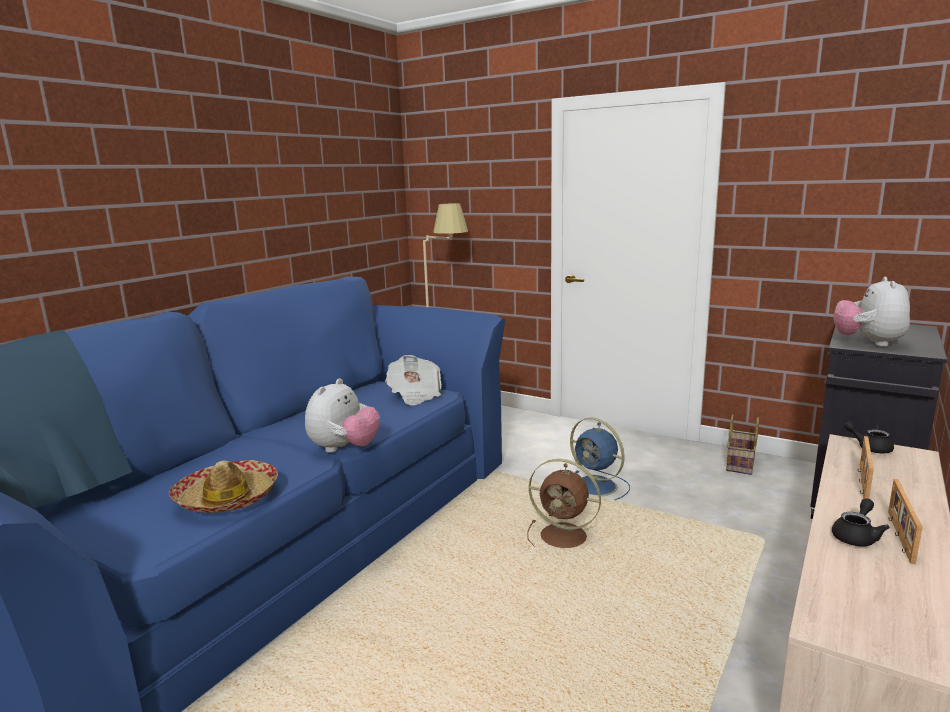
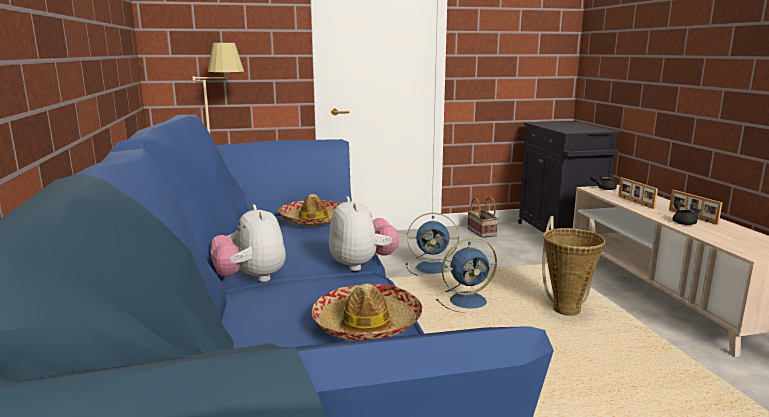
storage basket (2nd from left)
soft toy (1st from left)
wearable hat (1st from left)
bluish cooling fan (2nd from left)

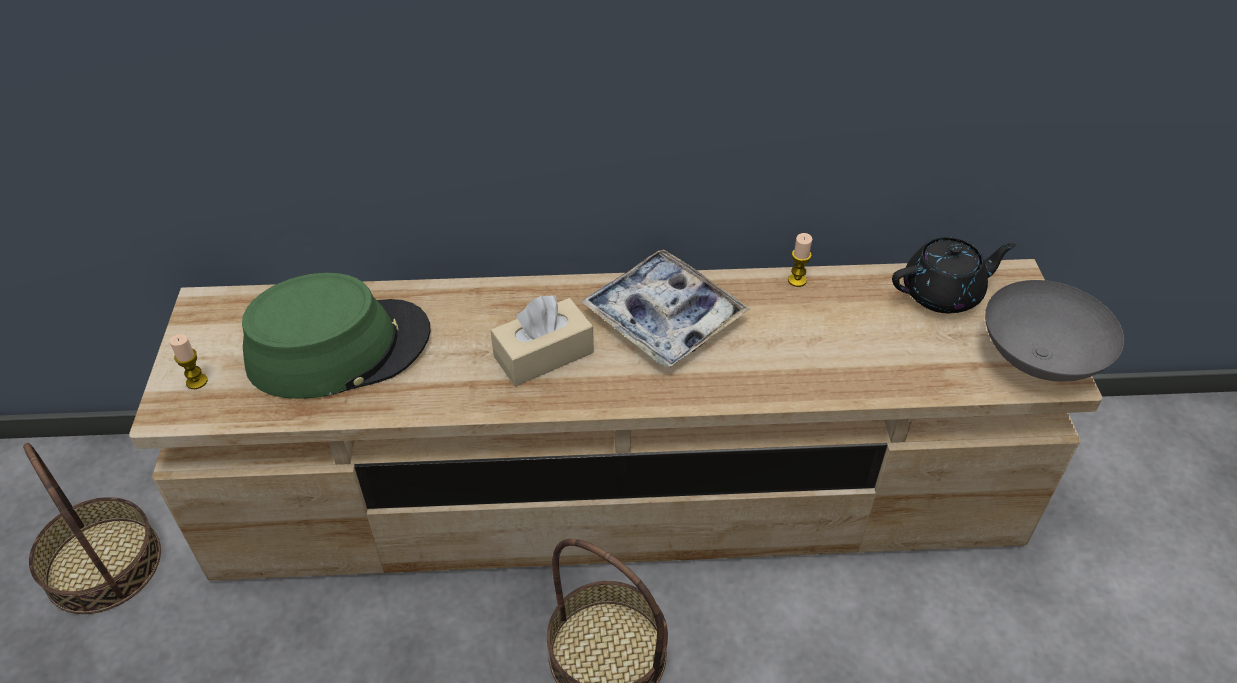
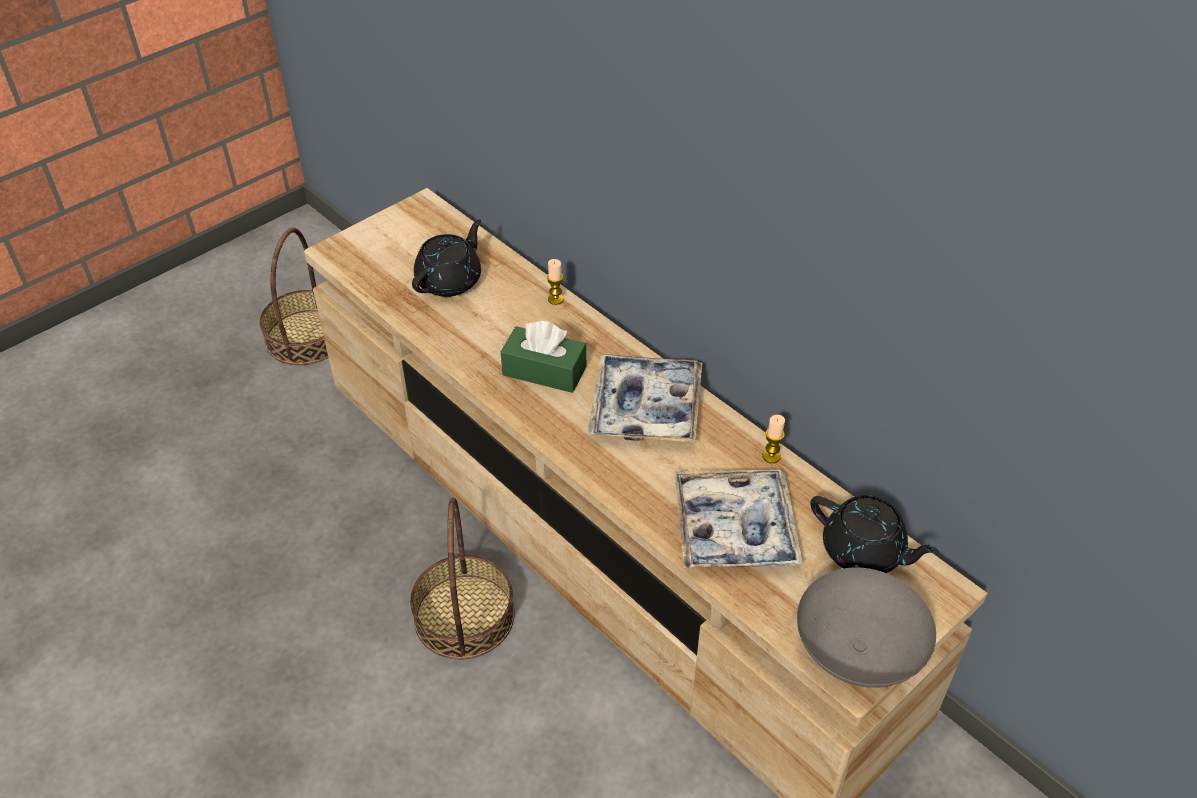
tray (2nd from left)
wax candle (1st from left)
blackish pot for tea (1st from left)
green-coloured tissue holder

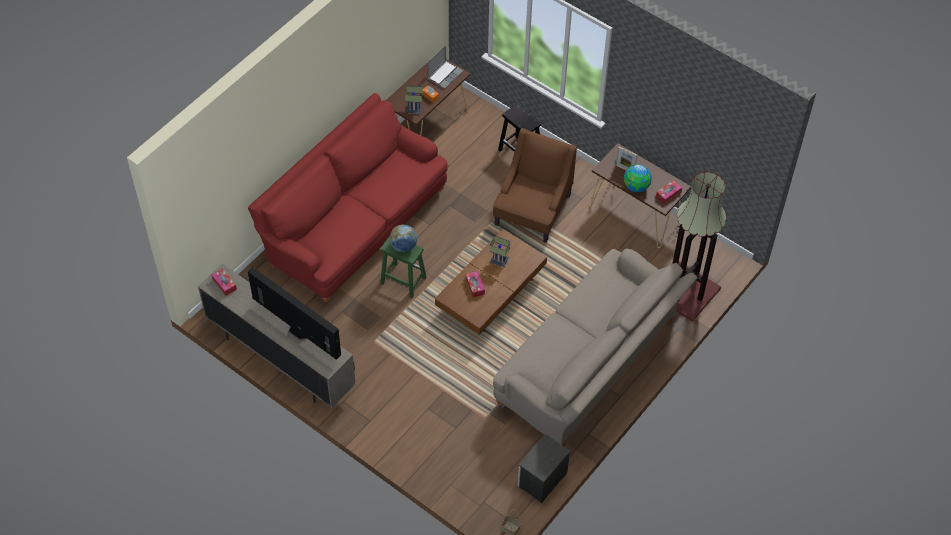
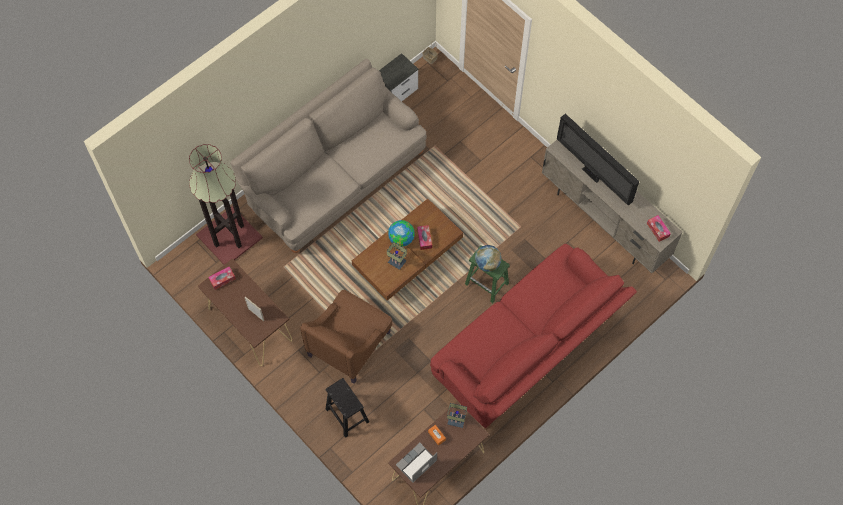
world globe (1st from left)

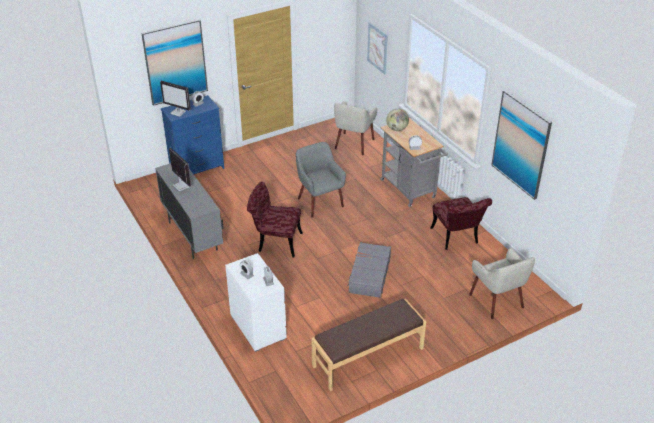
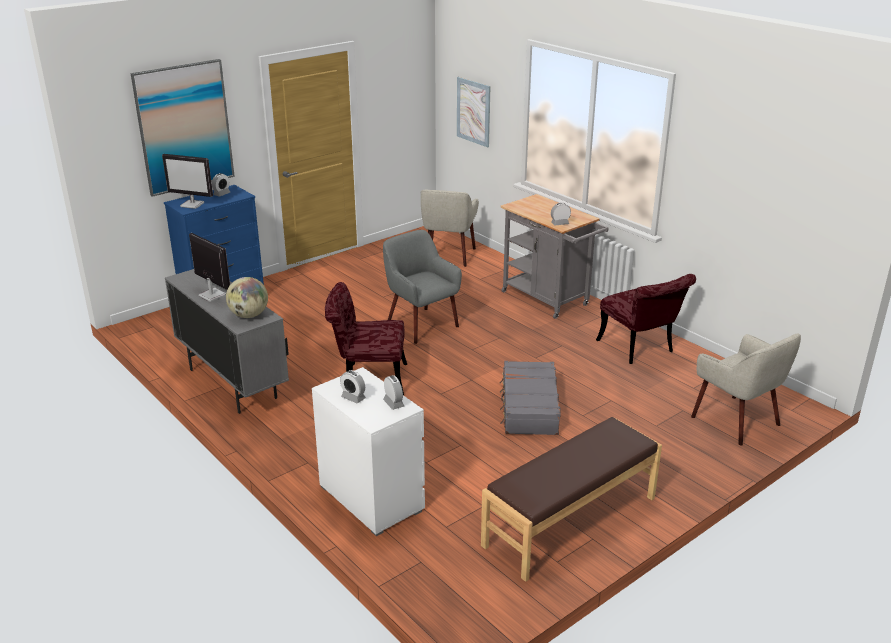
wall picture (3rd from left in the first image)
world globe

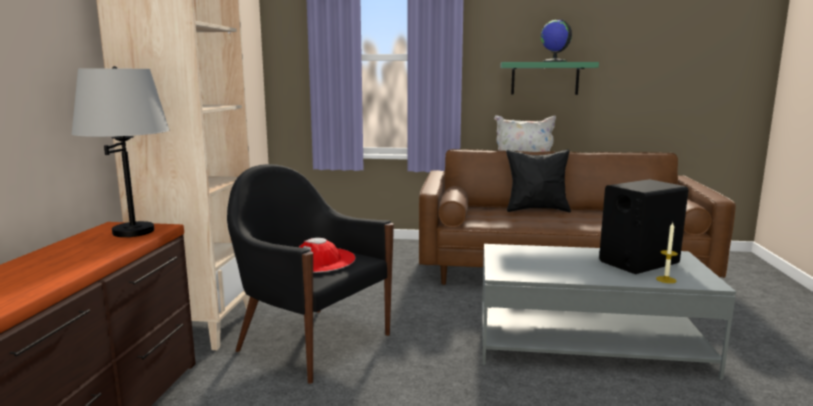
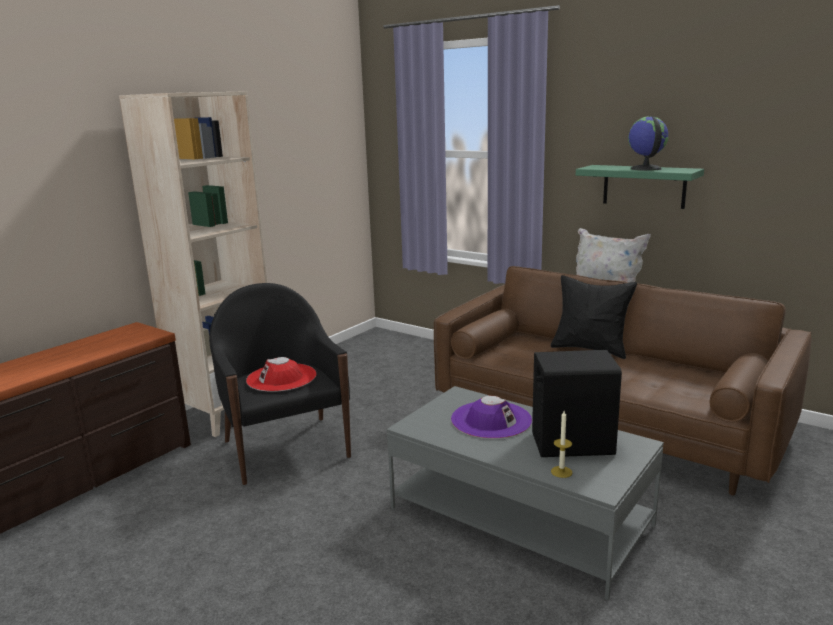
gray table lamp
purple-coloured wearable hat

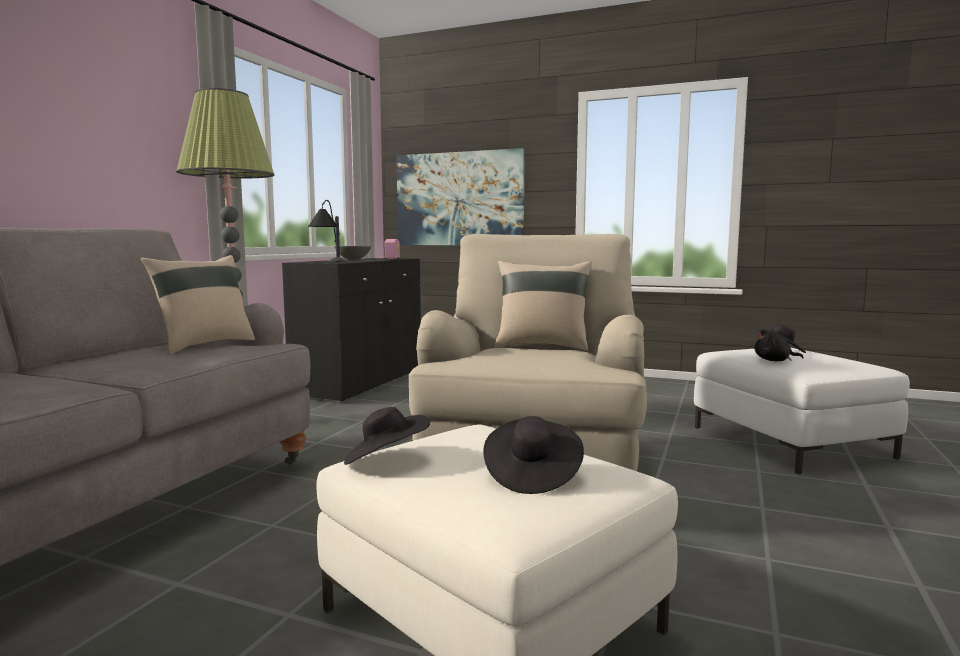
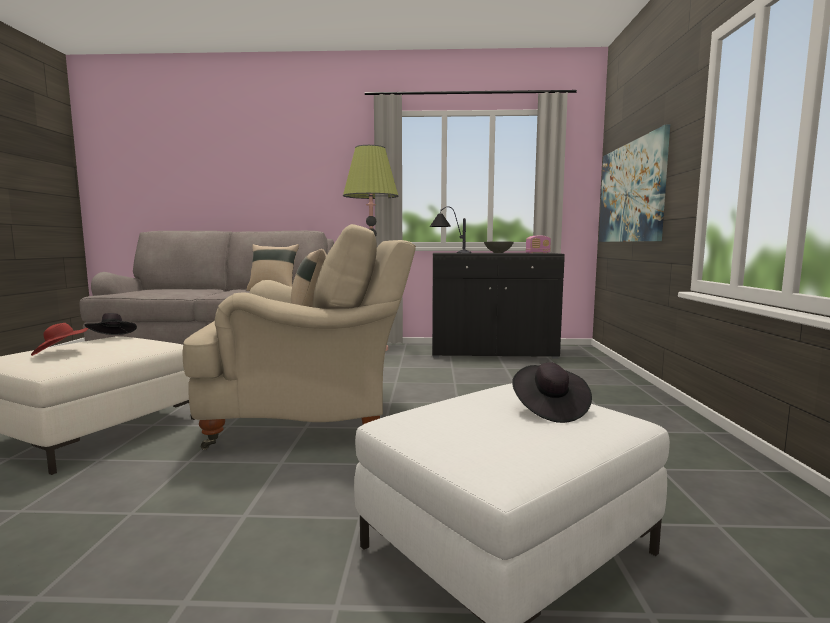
blackish soft toy
reddish wearable hat

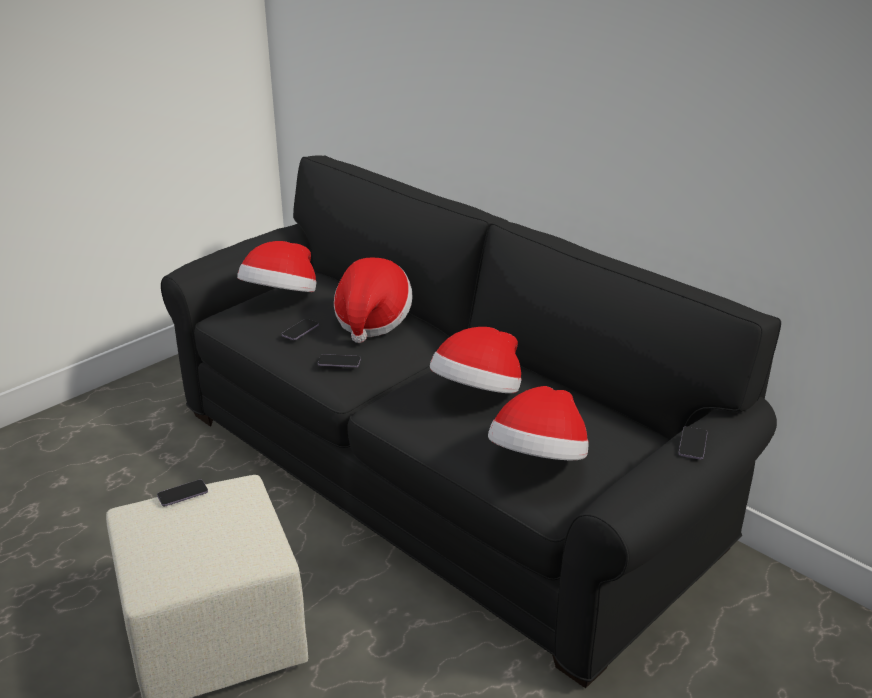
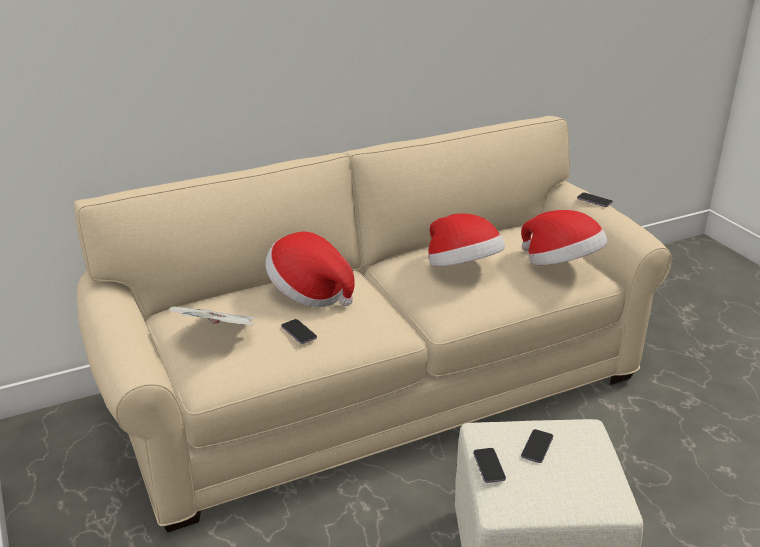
telephone (3rd from left)
daily paper
beige-coloured couch

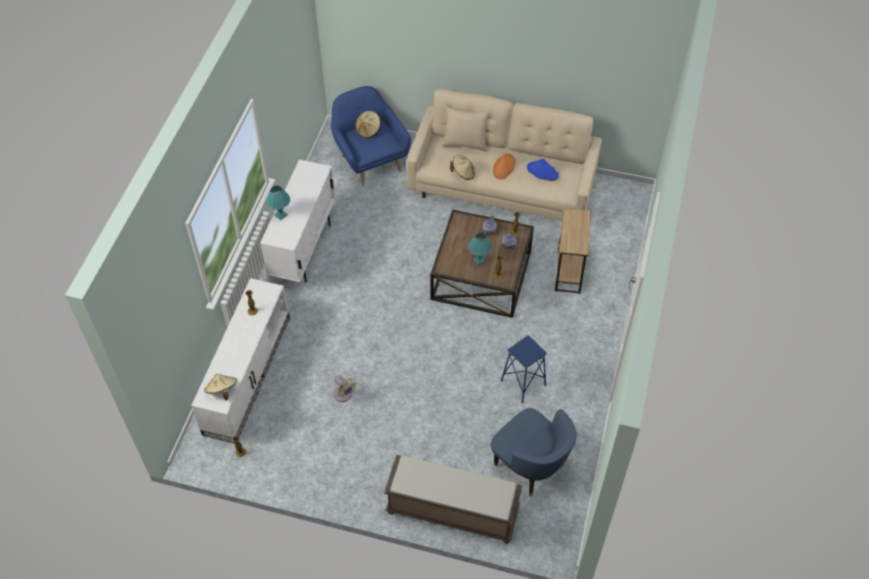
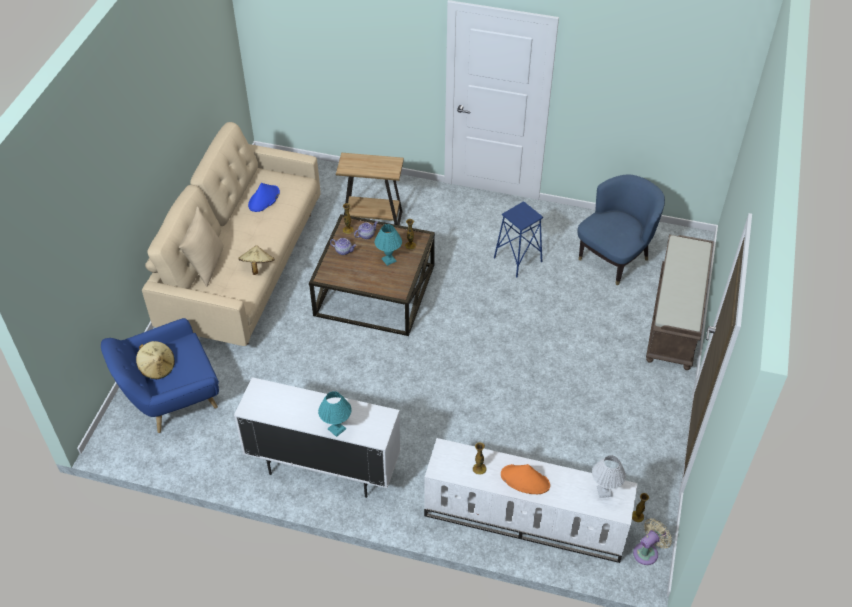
beige-coloured cooling fan
orange wearable hat
white-coloured table lamp

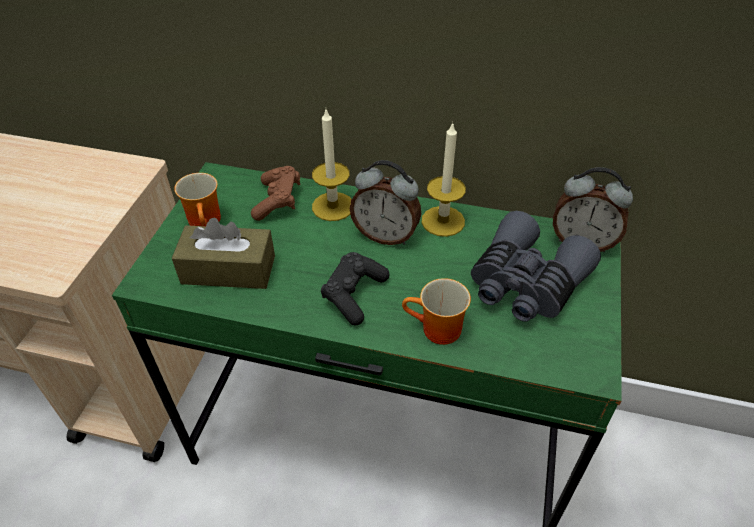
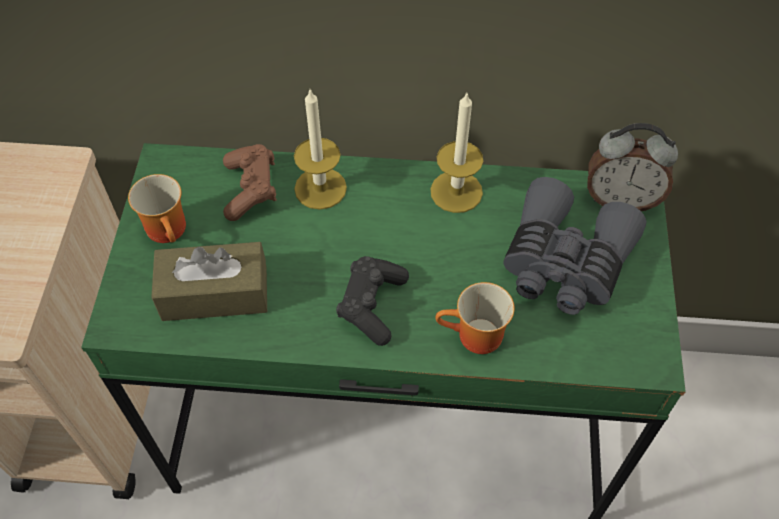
table clock (1st from left in the first image)

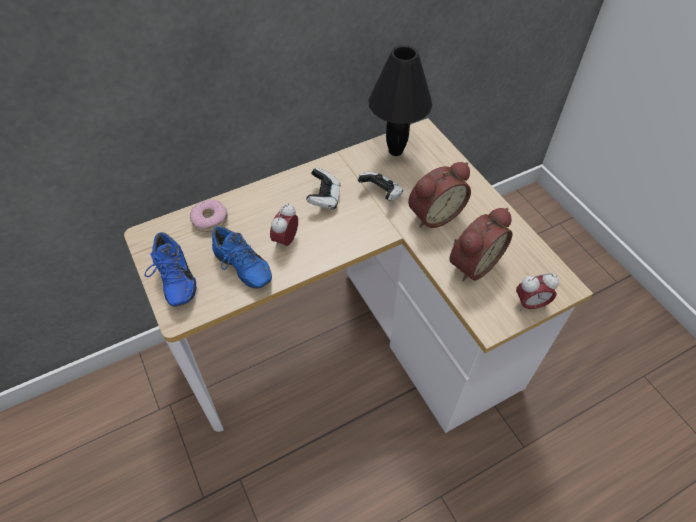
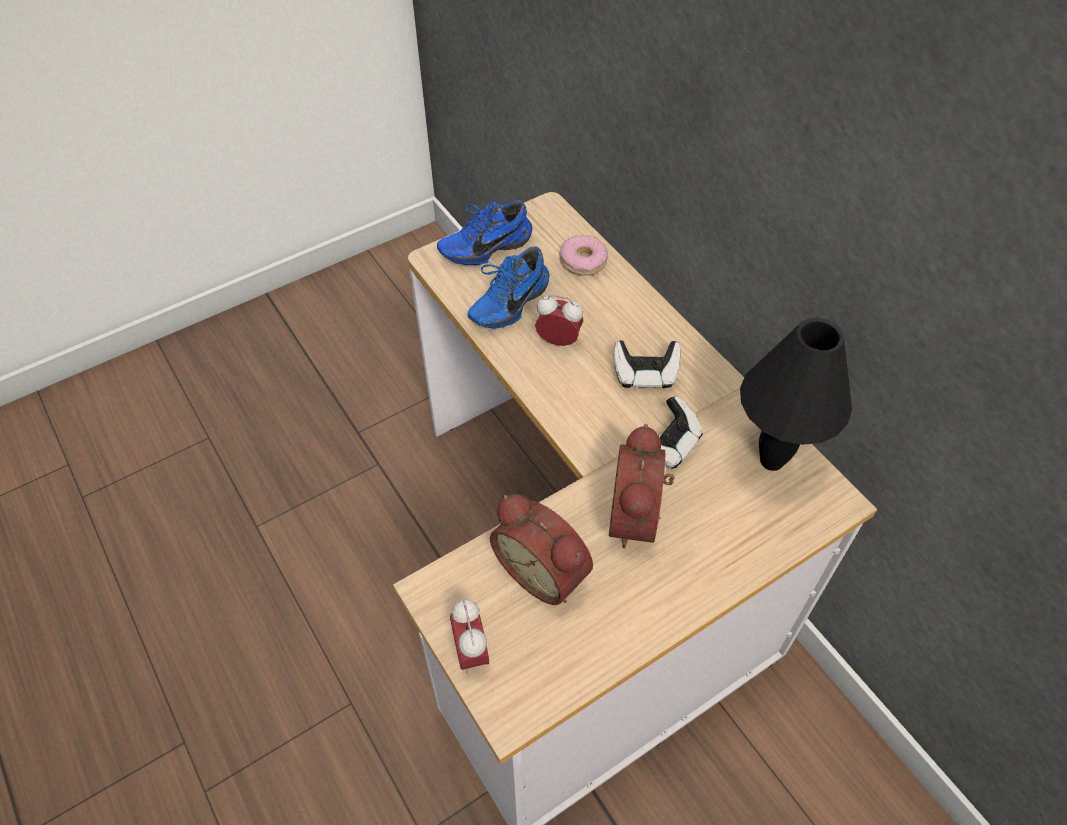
table clock (4th from left)

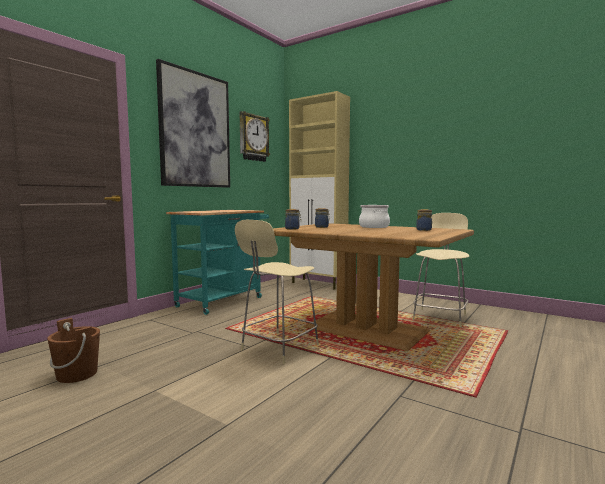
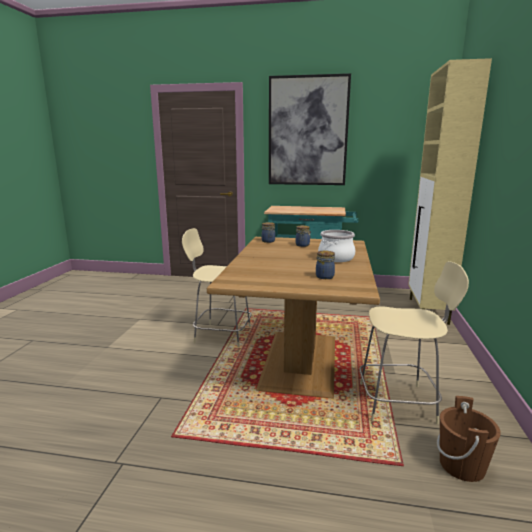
wall clock
brownish bucket

